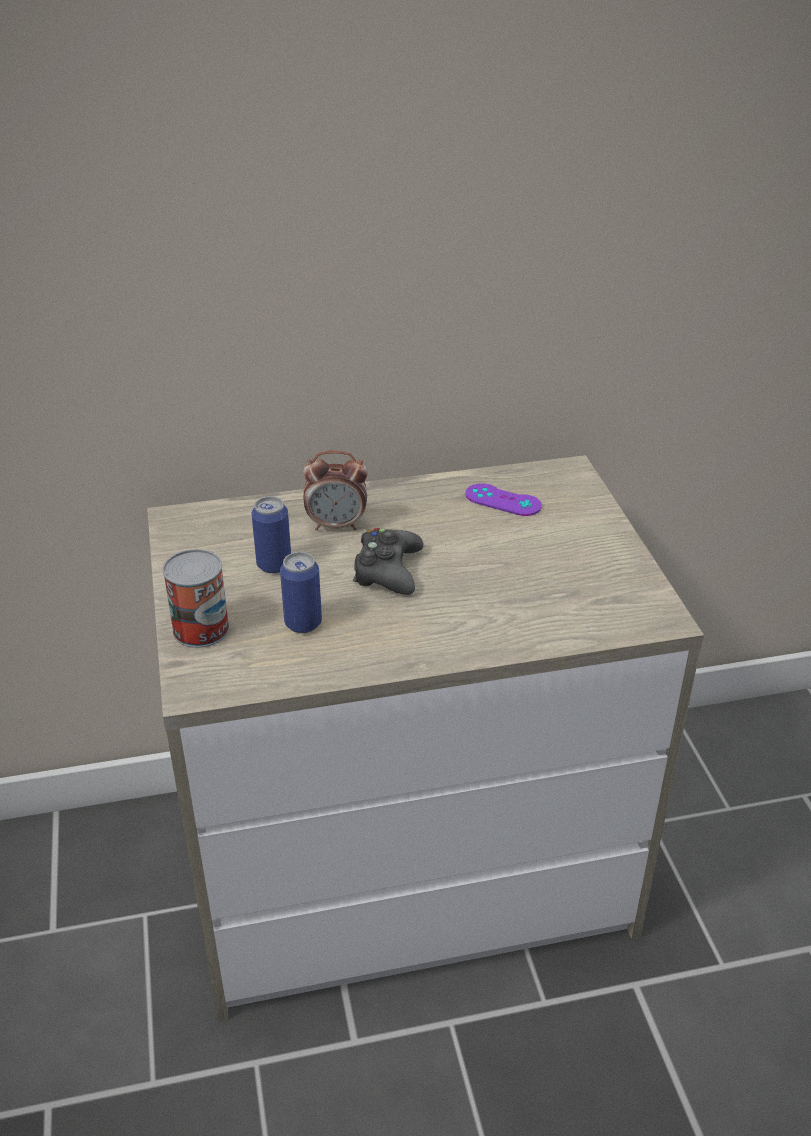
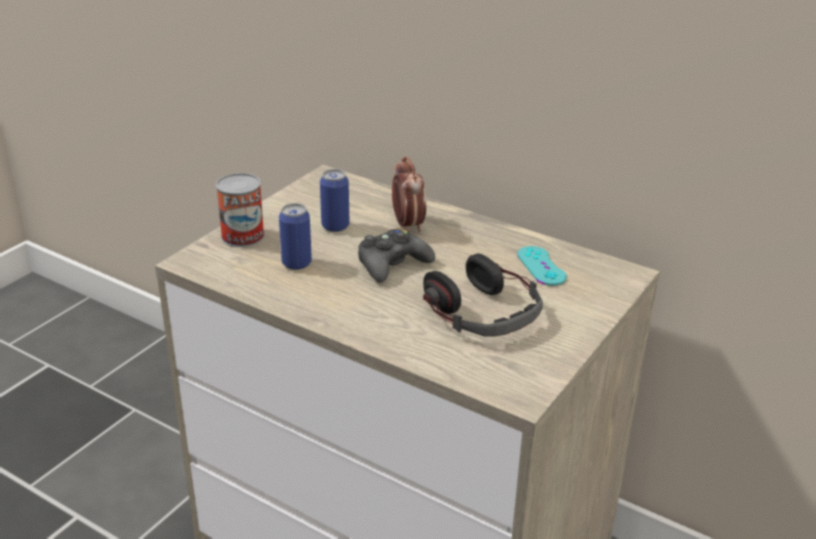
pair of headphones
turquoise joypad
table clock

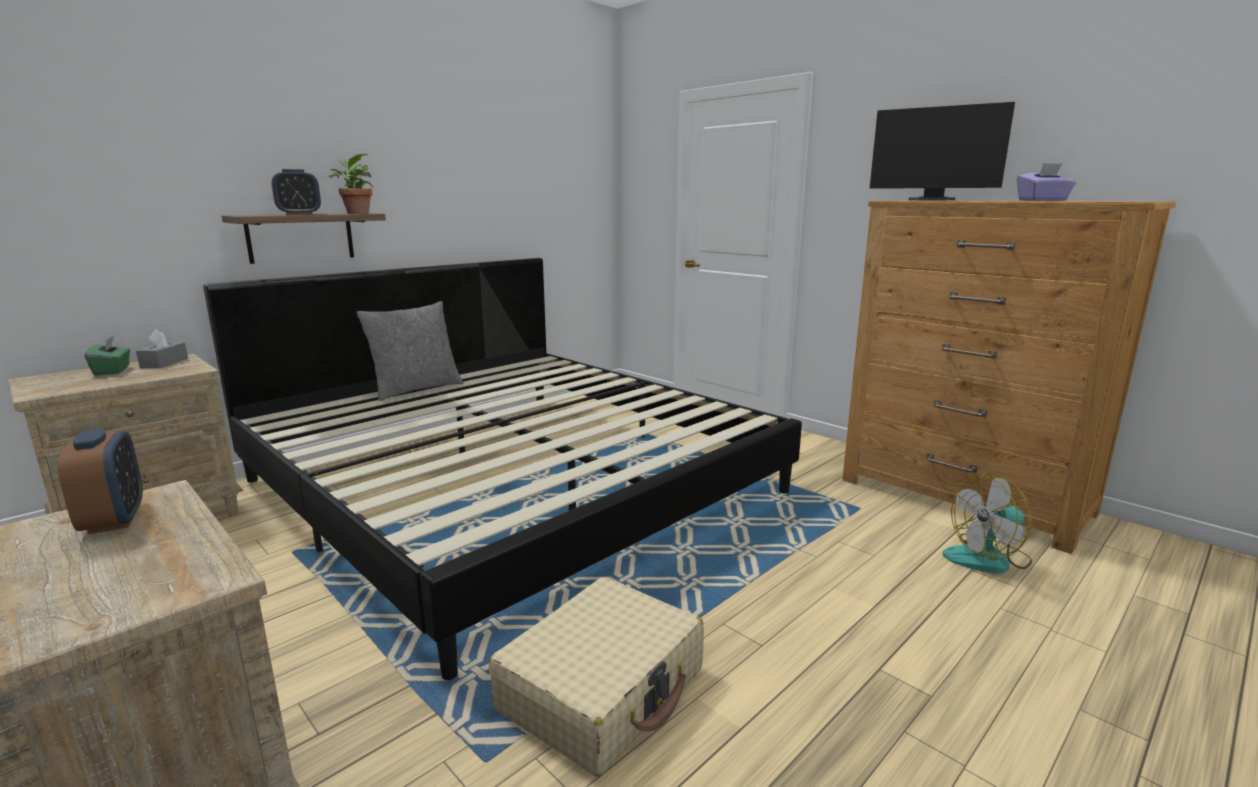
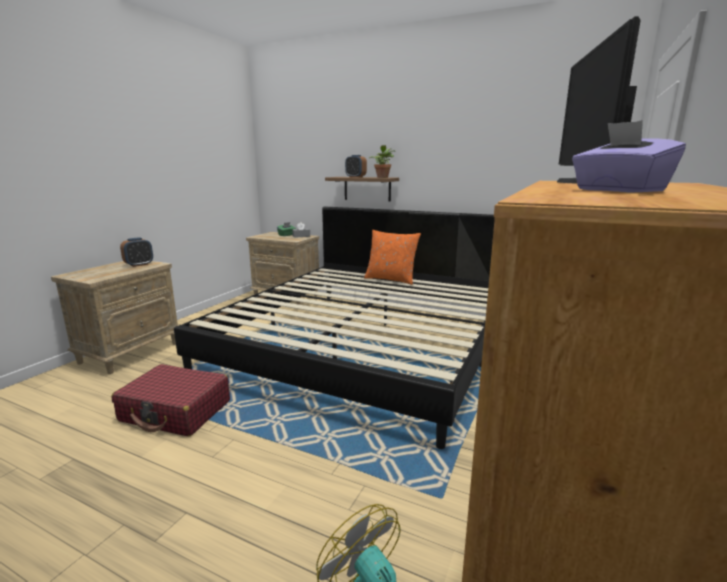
orange pillow
reddish suitcase

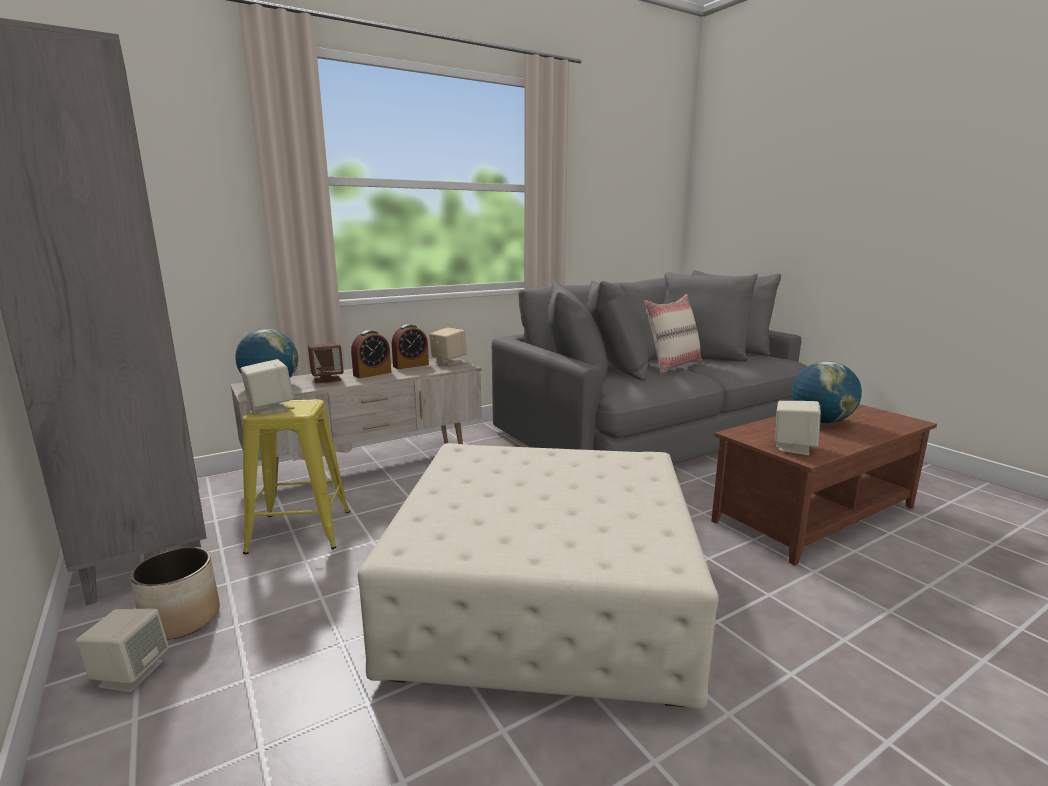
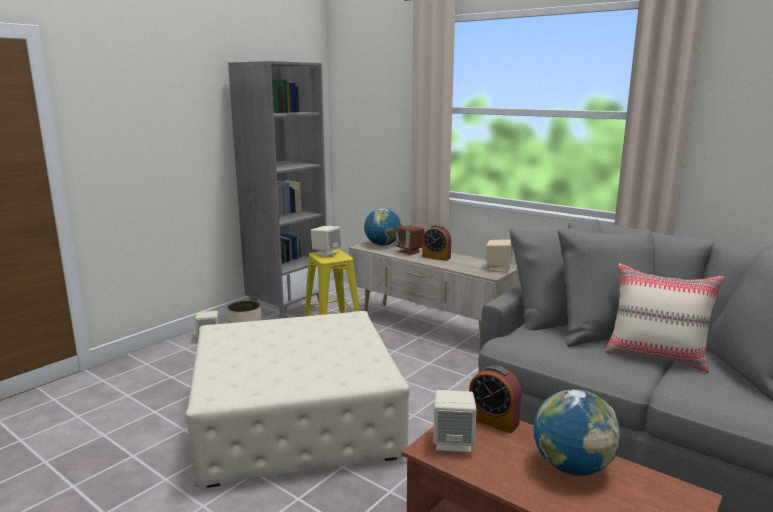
table clock (2nd from left)

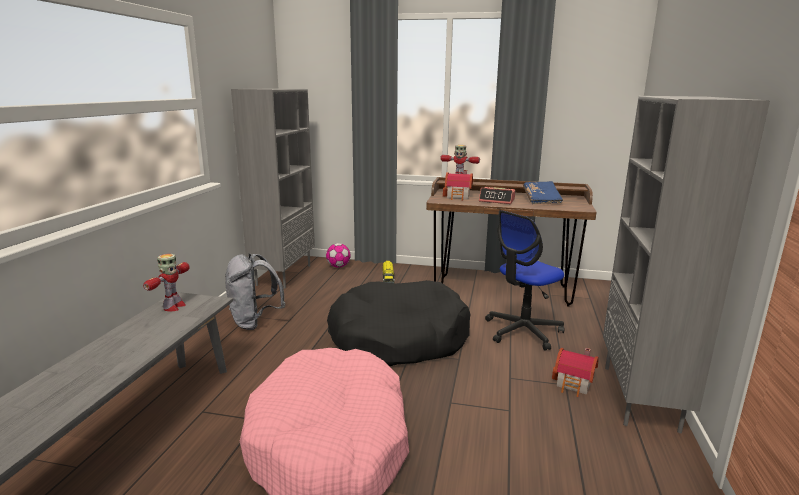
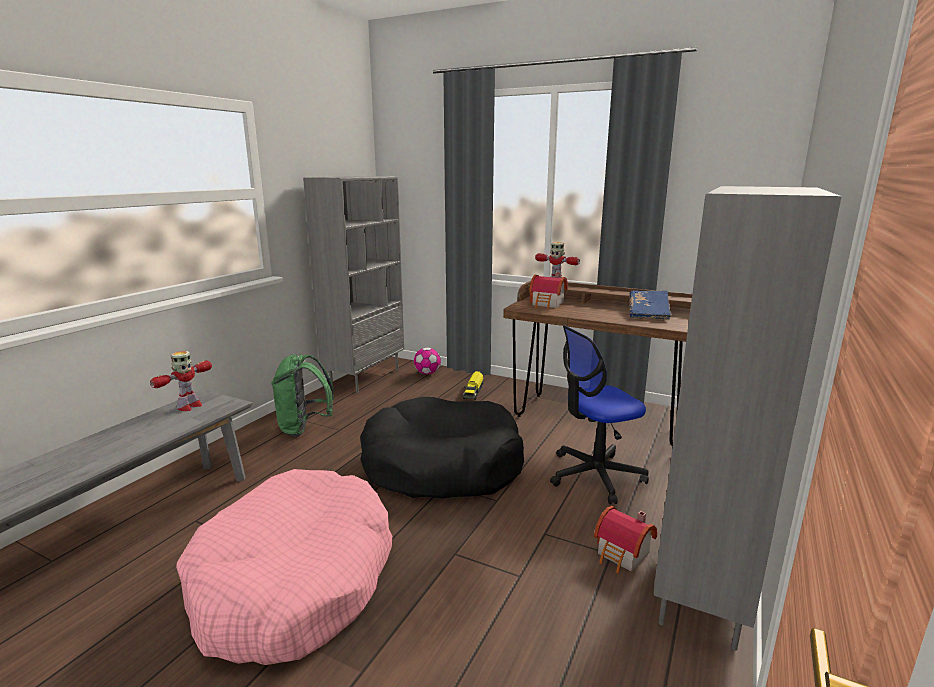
table clock
green-coloured rucksack

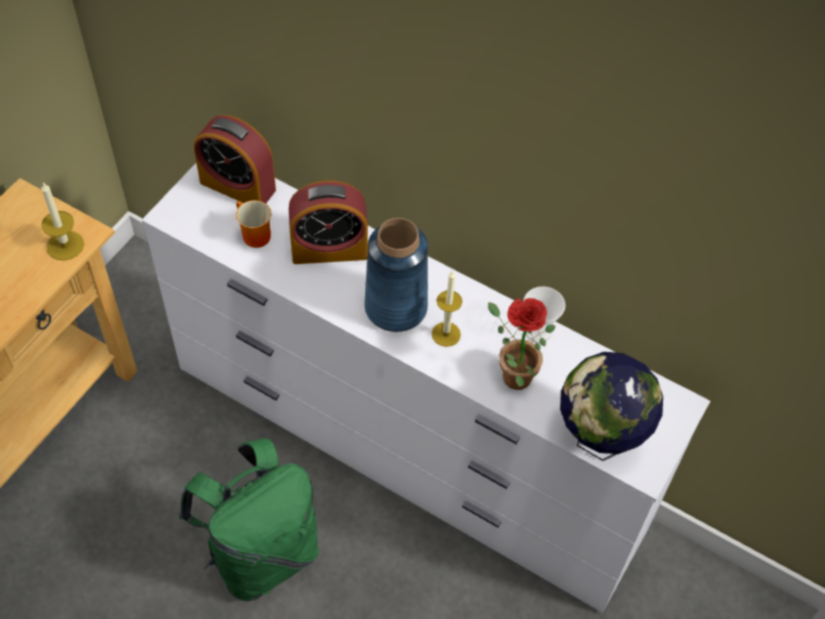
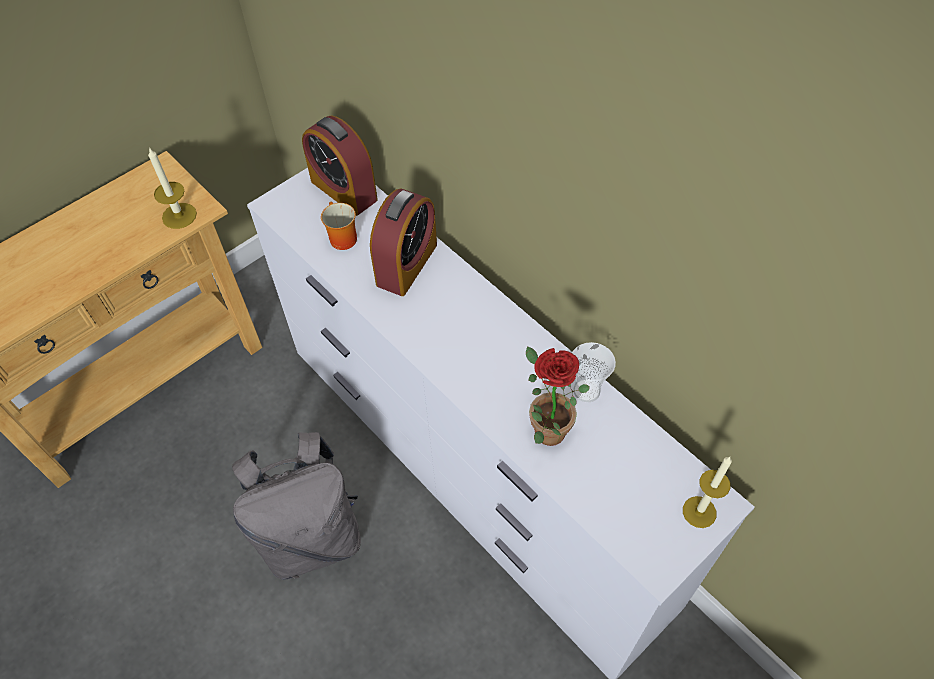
bluish decorative vase
world globe
wax candle (2nd from left)
gray rucksack
table clock (2nd from left)

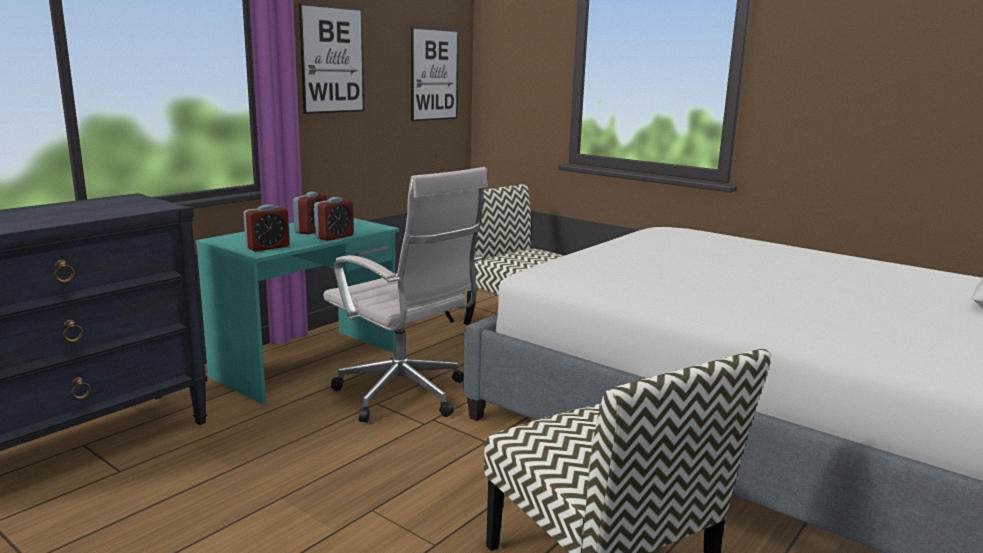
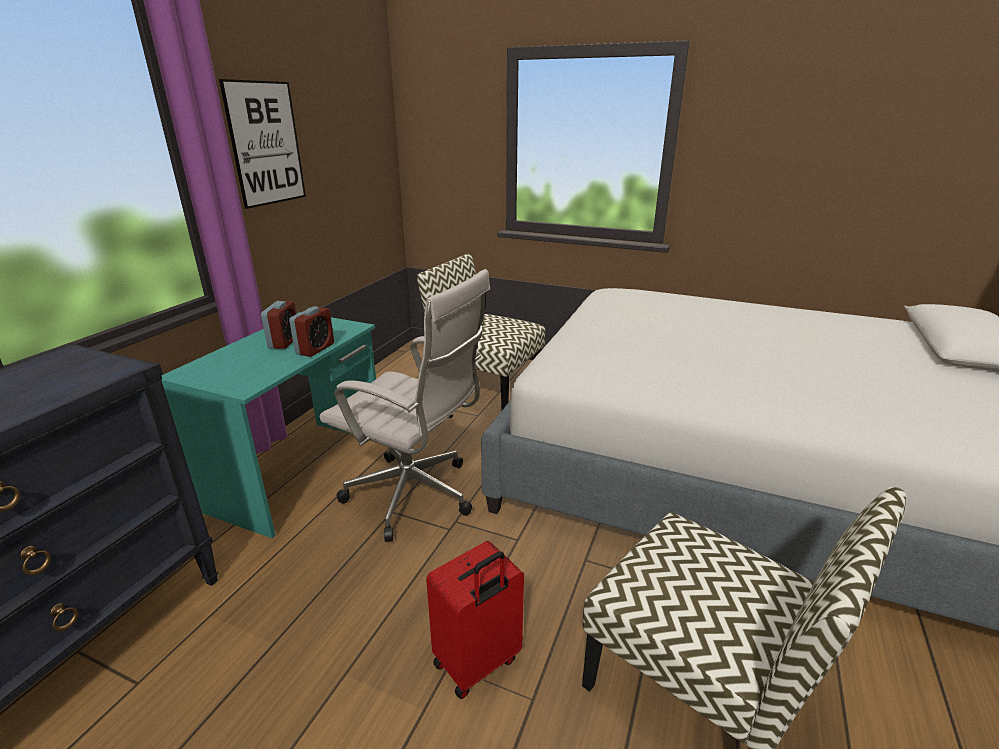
table clock (1st from left in the first image)
wall picture (2nd from left in the first image)
reddish suitcase

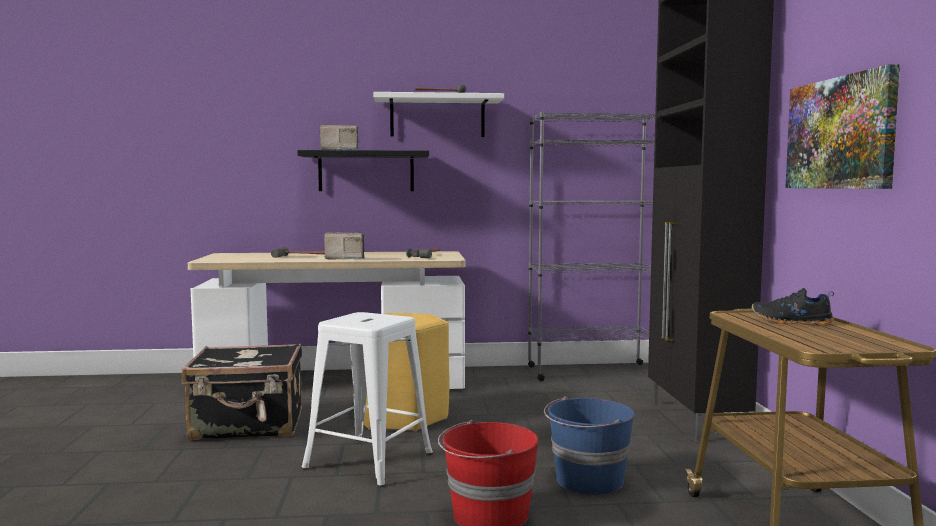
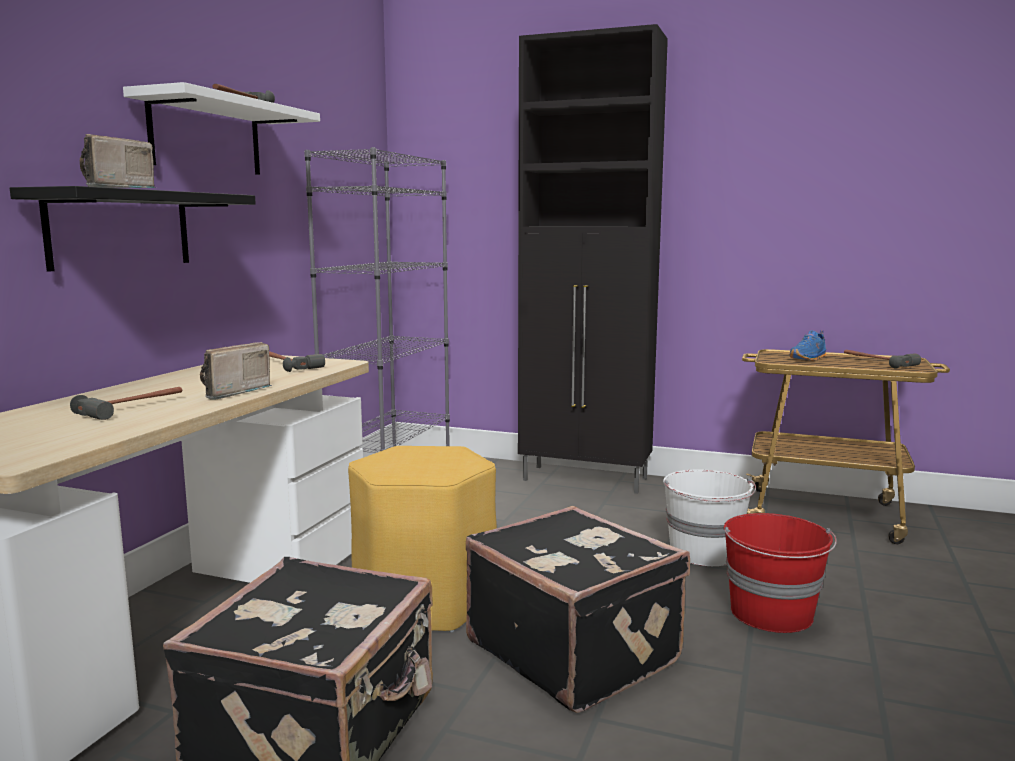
wall picture
hammer (4th from left)
blackish suitcase (2nd from left)
white-coloured bucket
bluish low shoe

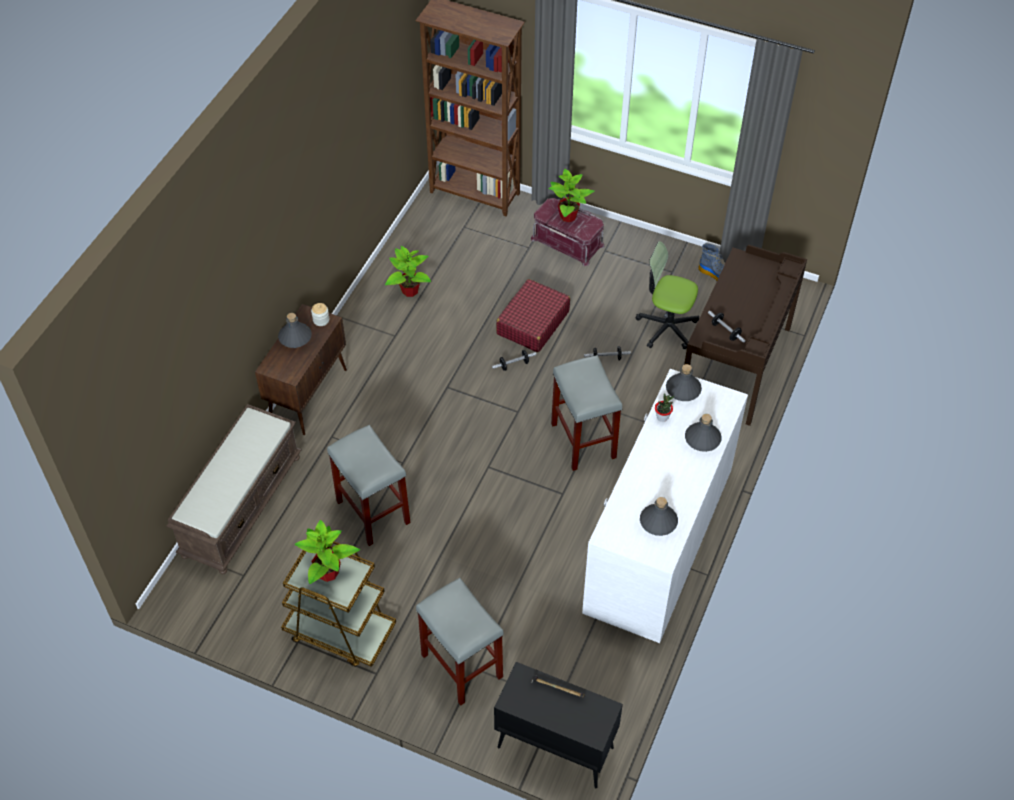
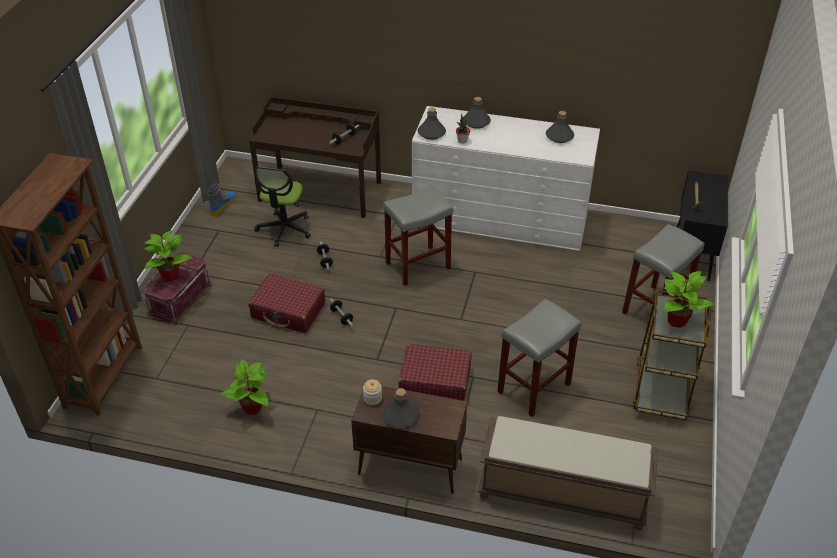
reddish suitcase (2nd from left)

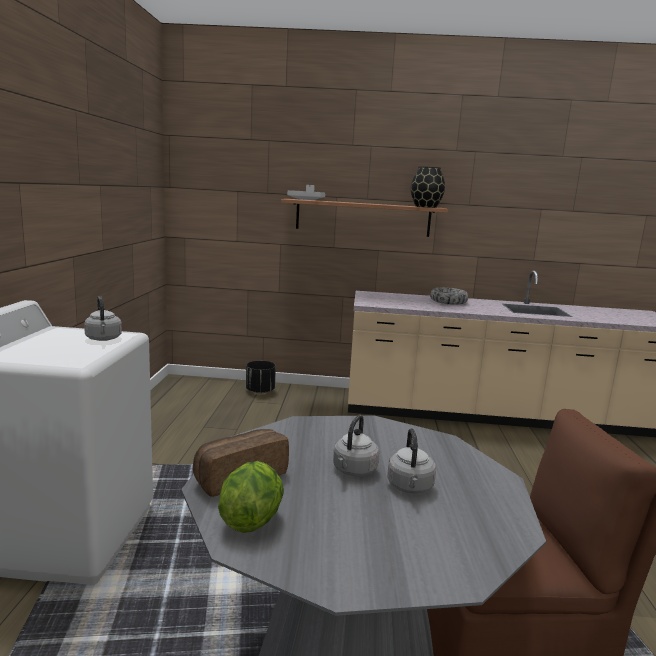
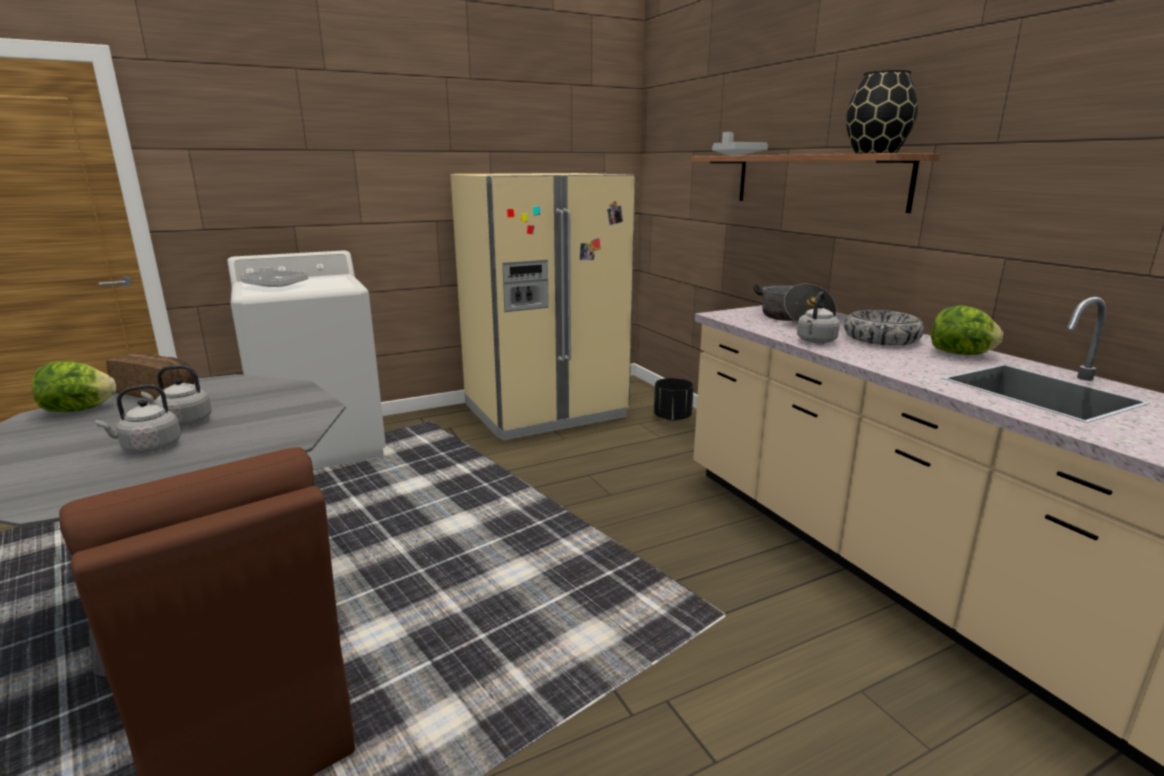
gray tray (1st from left)
beige-coloured kitchen fridge
saucepot
head of lettuce (2nd from left)
gray water kettle (3rd from left)

